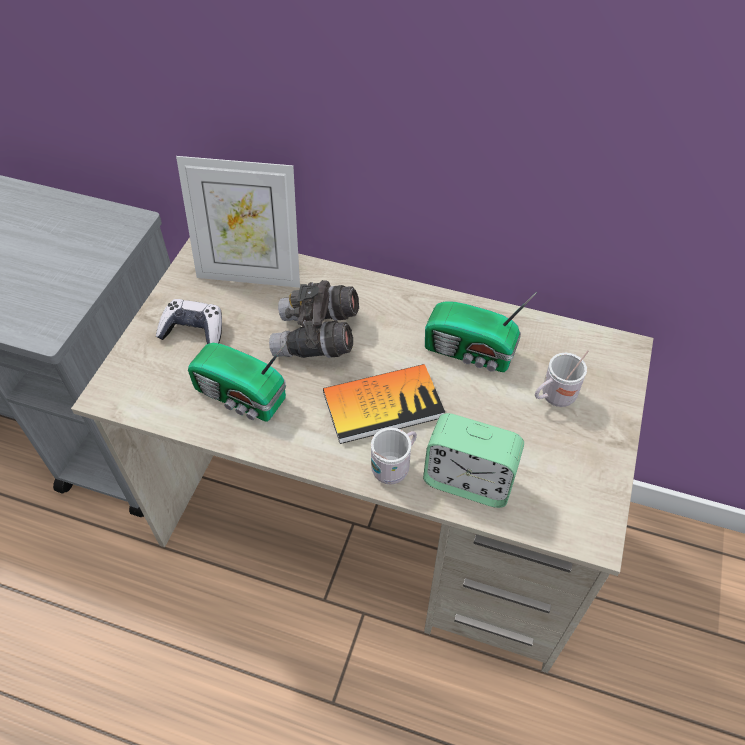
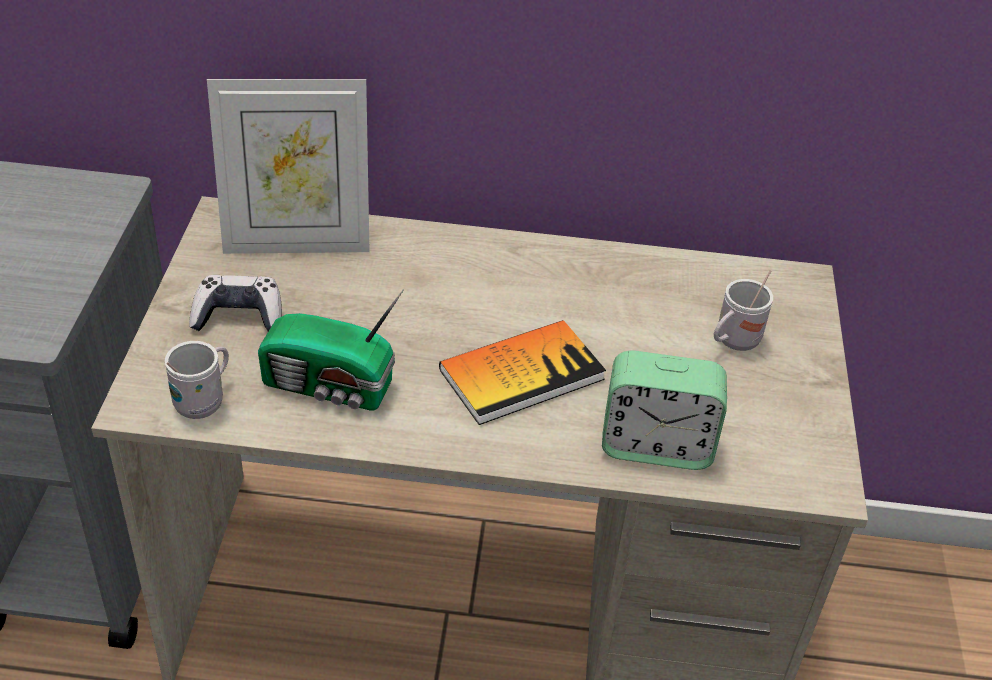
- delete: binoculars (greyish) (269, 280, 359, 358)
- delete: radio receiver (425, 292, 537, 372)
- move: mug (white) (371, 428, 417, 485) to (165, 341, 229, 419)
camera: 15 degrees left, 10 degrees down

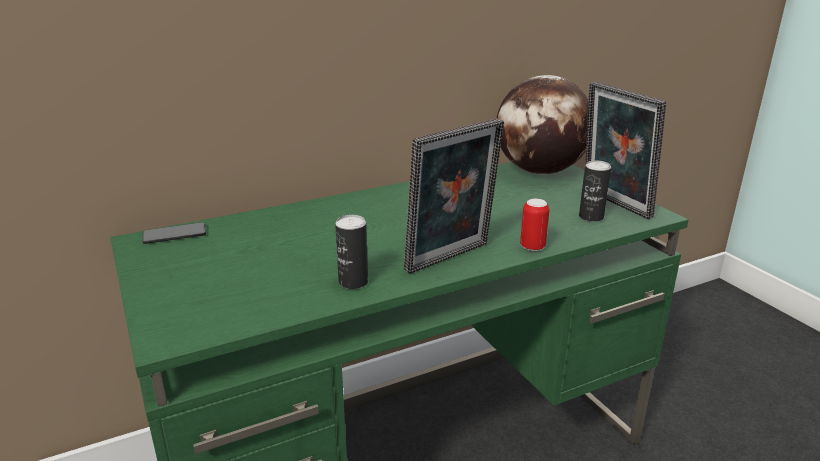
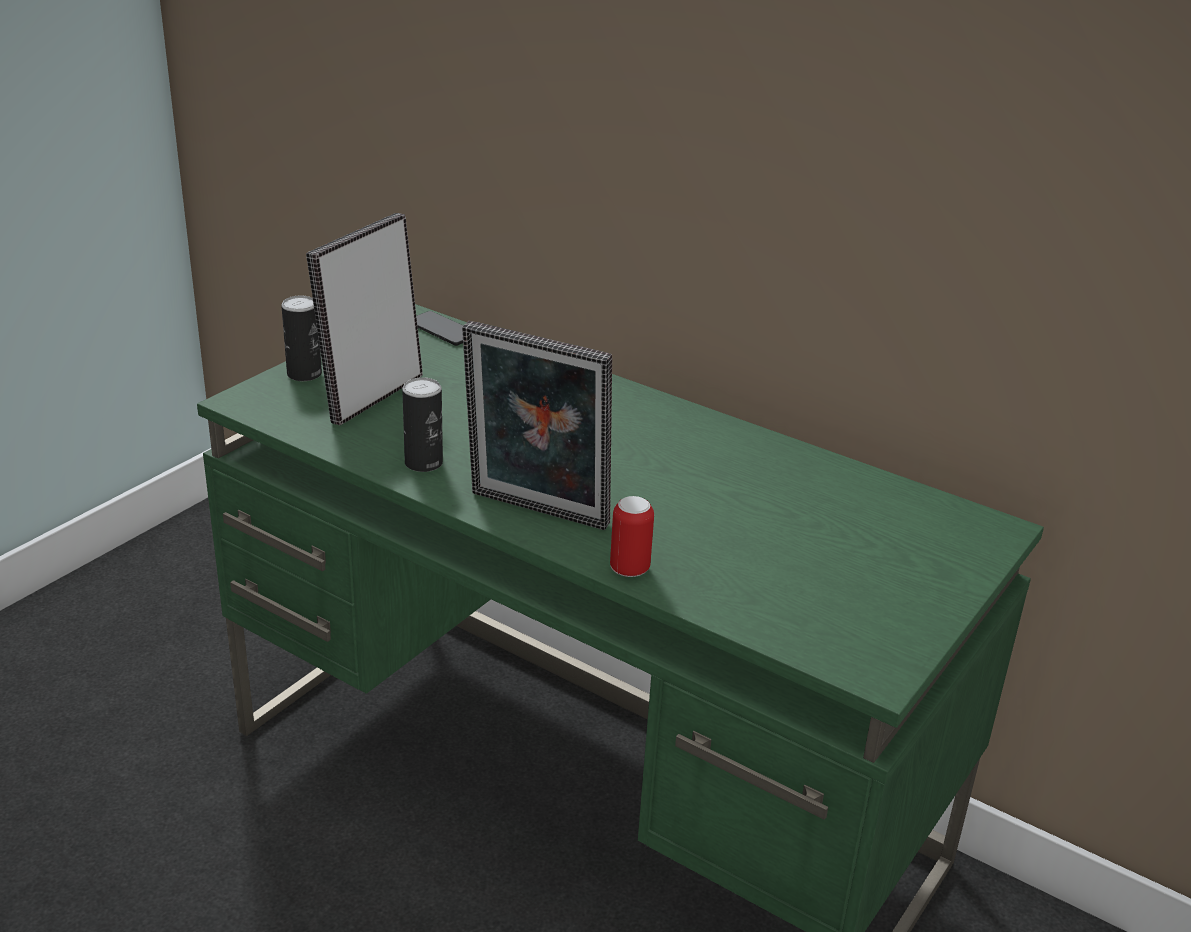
- delete: desk globe (497, 75, 589, 174)
- move: sealed can (579, 160, 611, 222) to (281, 296, 322, 381)
- move: picture frame (585, 82, 666, 219) to (306, 213, 423, 425)
camera: 60 degrees right, 5 degrees up

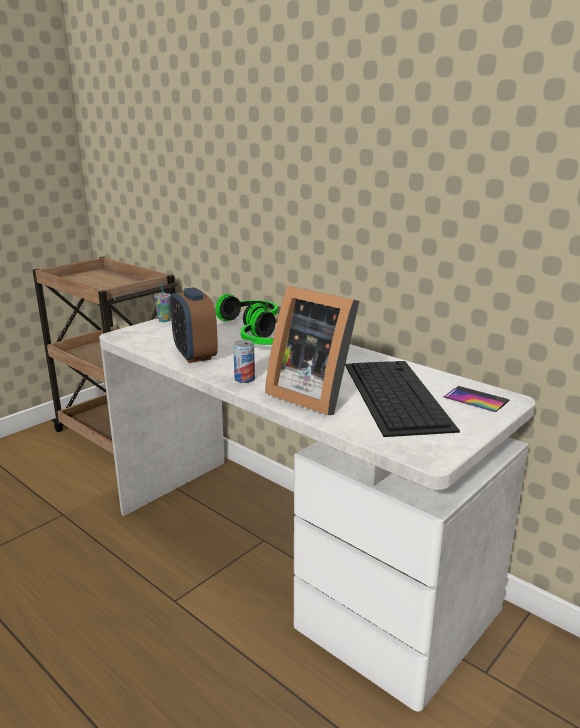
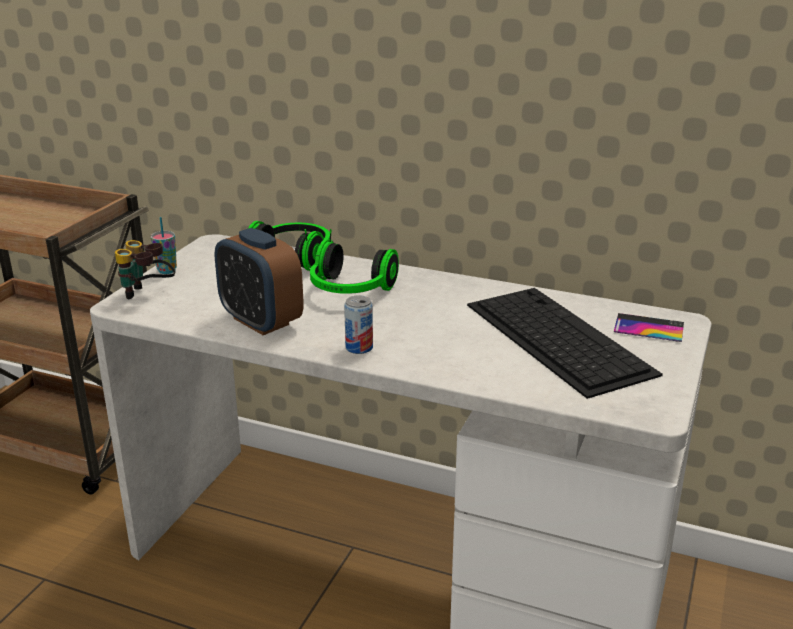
- delete: picture frame (265, 286, 359, 415)
- insert: binoculars (115, 240, 176, 299)
camera: 20 degrees left, 5 degrees up

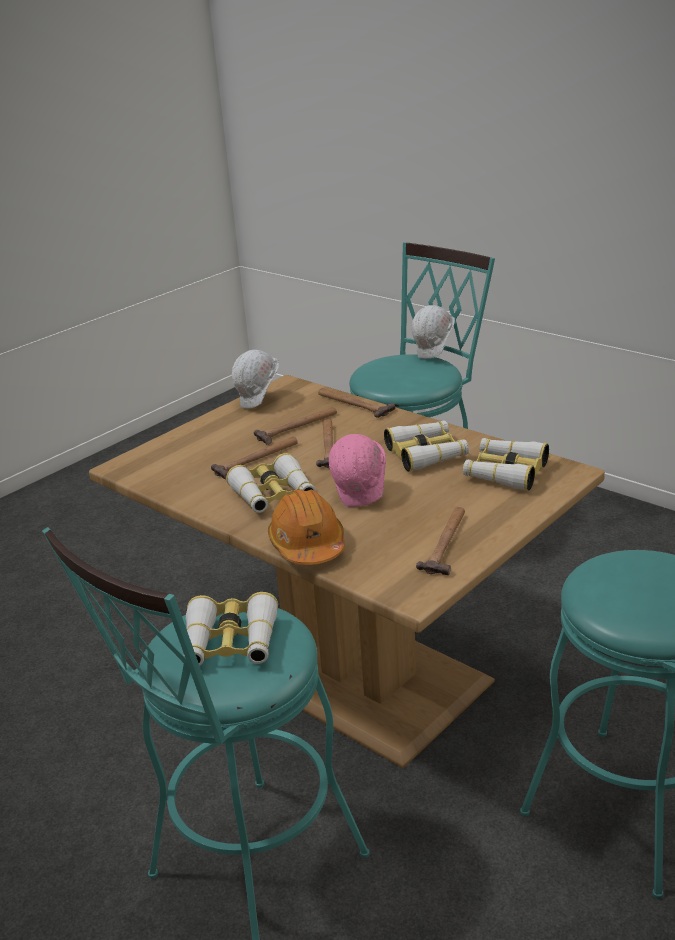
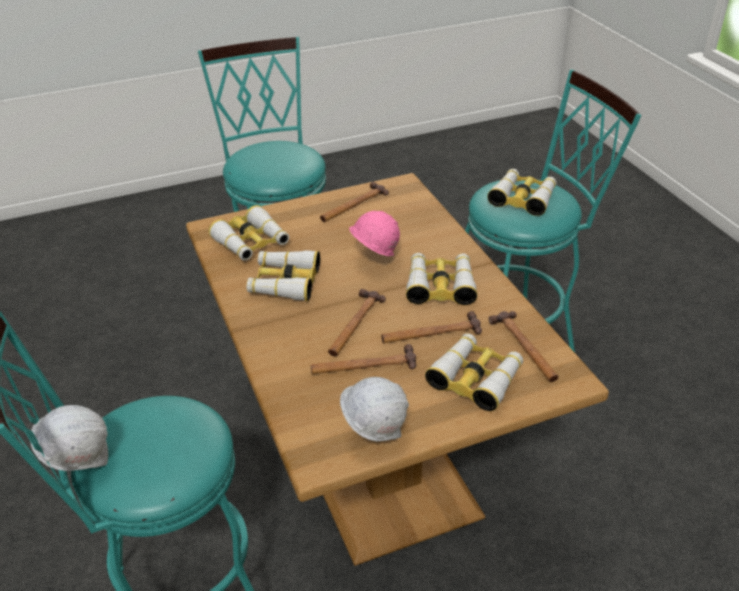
- delete: safety helmet (orangey) (268, 489, 344, 565)
- insert: binoculars (425, 333, 523, 411)
- move: hammer (318, 388, 395, 418) to (488, 311, 558, 382)
camera: 155 degrees left, 10 degrees up

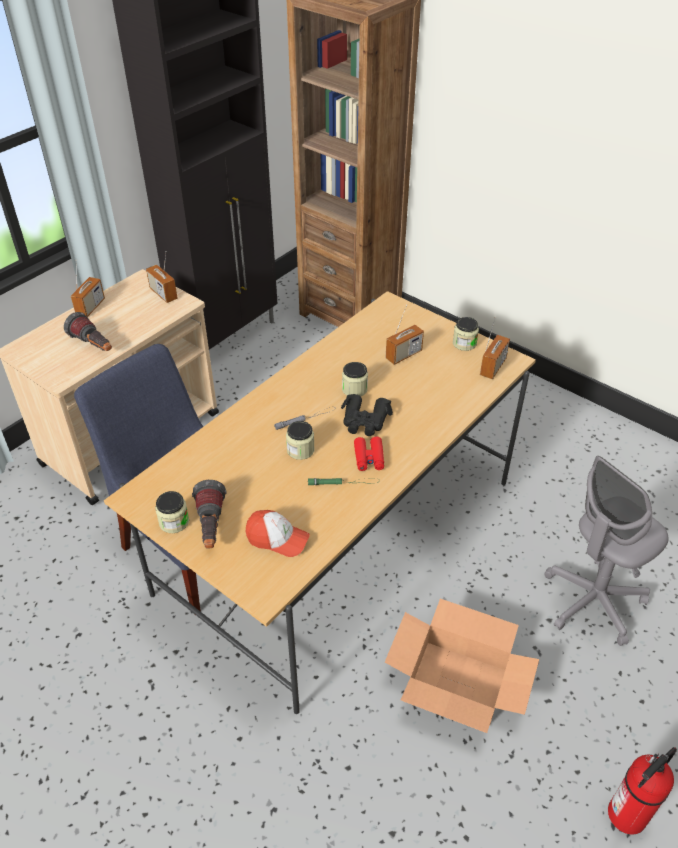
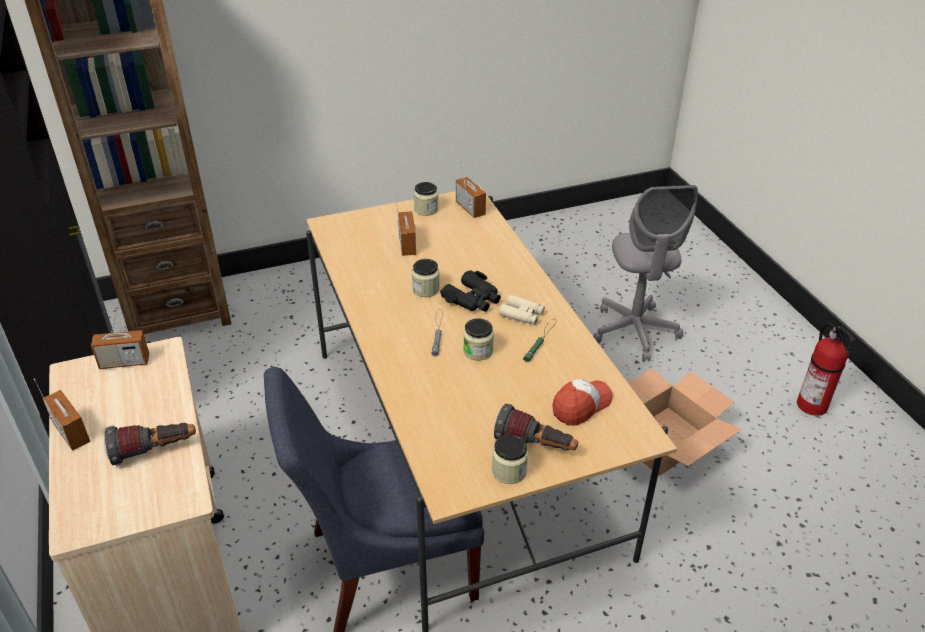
- recolor: binoculars (reddish) (354, 437, 384, 471) to binoculars (beige-coloured) (499, 295, 545, 325)
camera: 60 degrees left, 5 degrees down

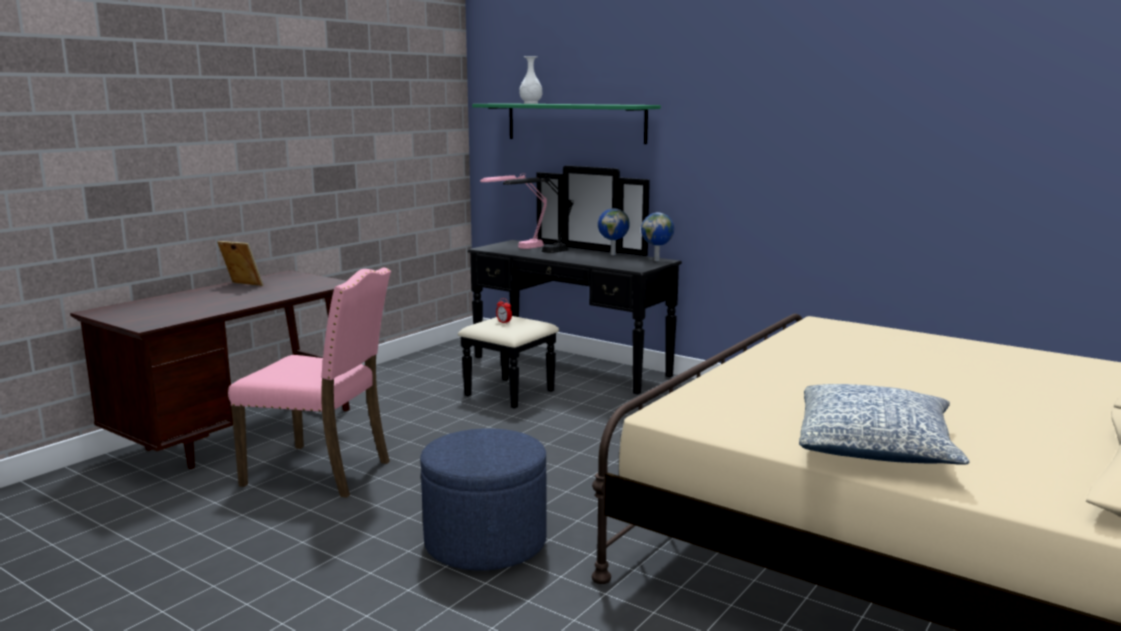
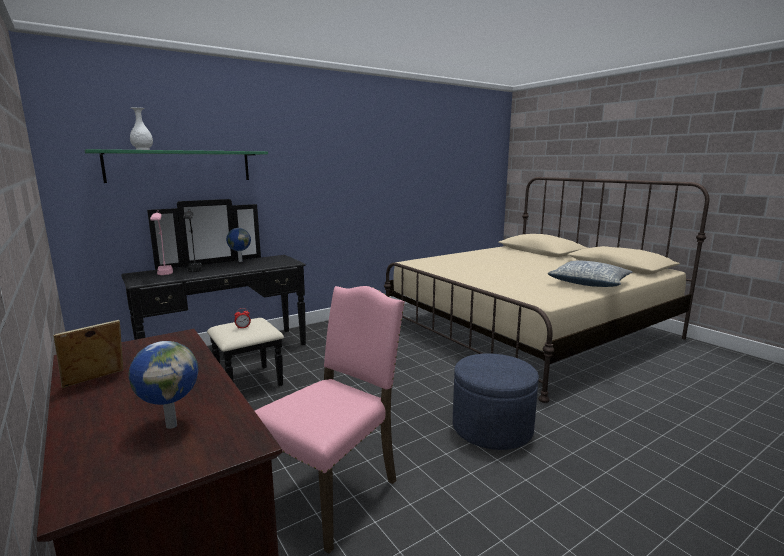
- move: desk globe (641, 213, 674, 261) to (129, 341, 198, 429)
camera: 70 degrees left, 0 degrees up

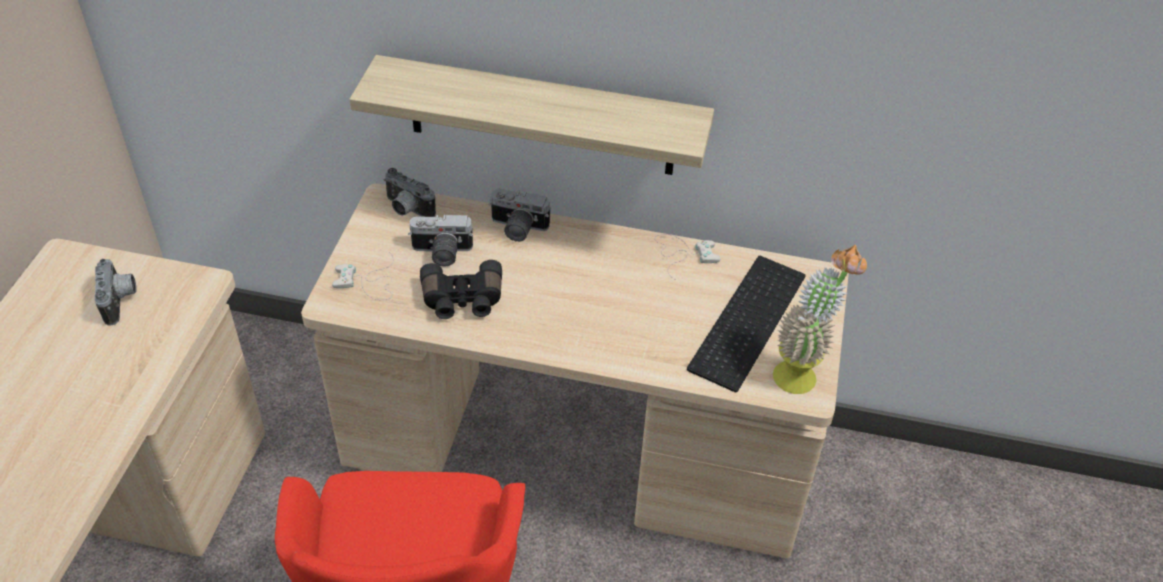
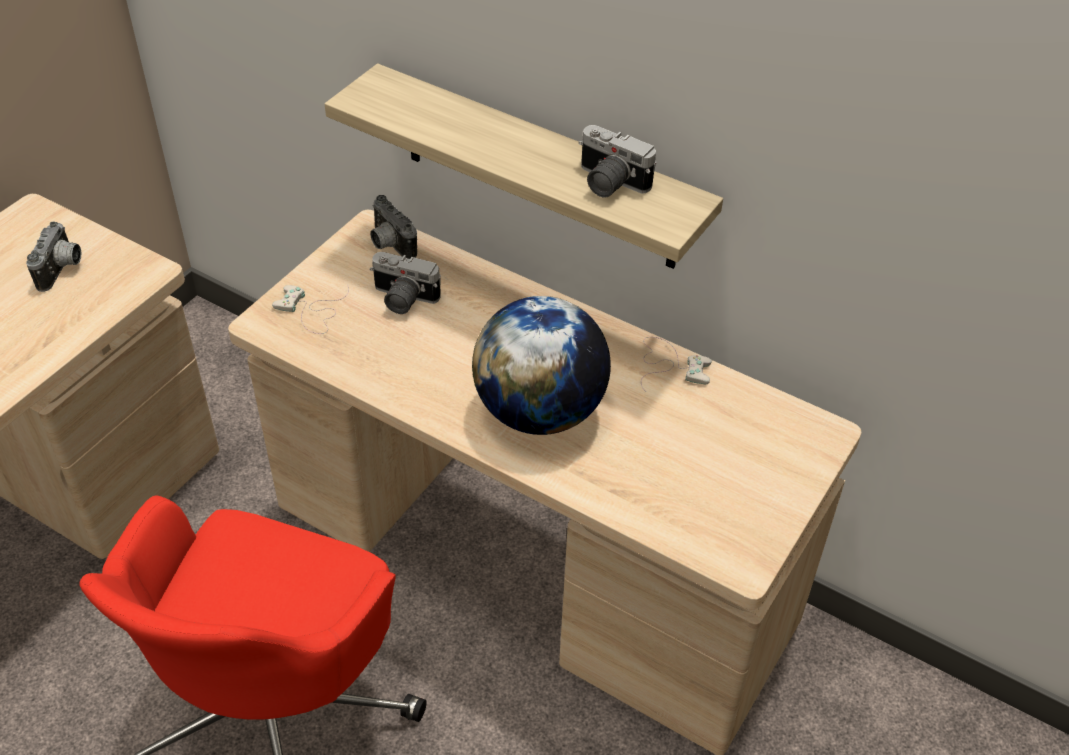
- delete: binoculars (black-coloured) (420, 260, 502, 319)
- delete: keyboard (687, 256, 806, 392)
- delete: potted plant (773, 245, 867, 394)
- insert: desk globe (472, 296, 611, 435)
- move: photo camera (488, 189, 551, 242) to (578, 125, 656, 198)
camera: 20 degrees right, 0 degrees up

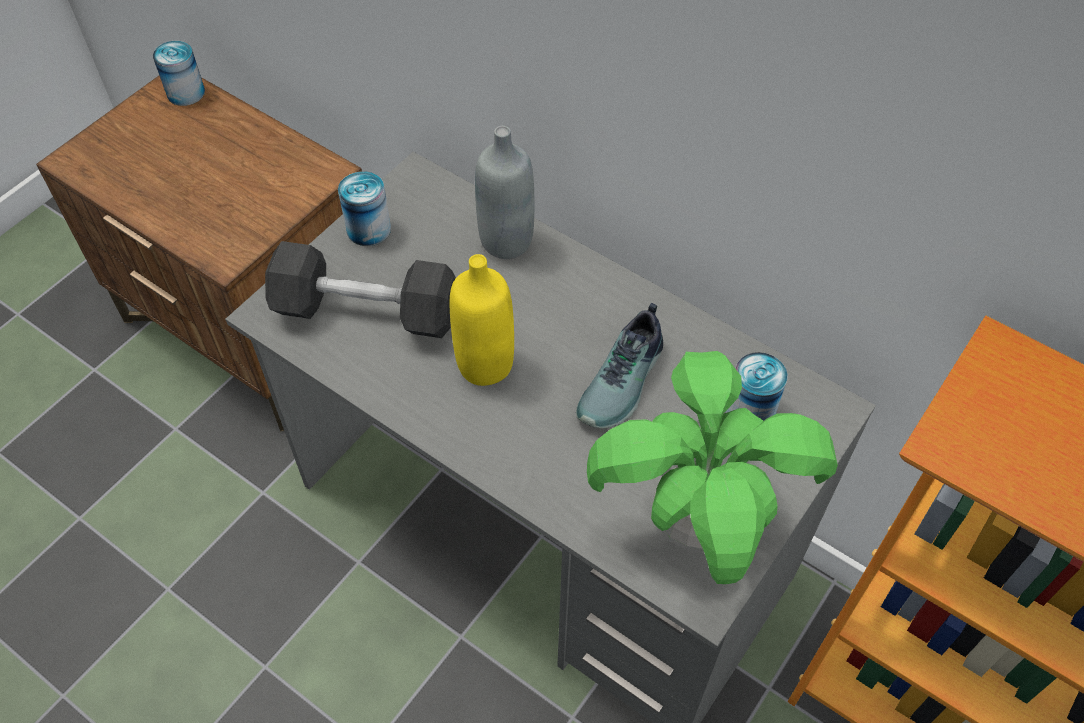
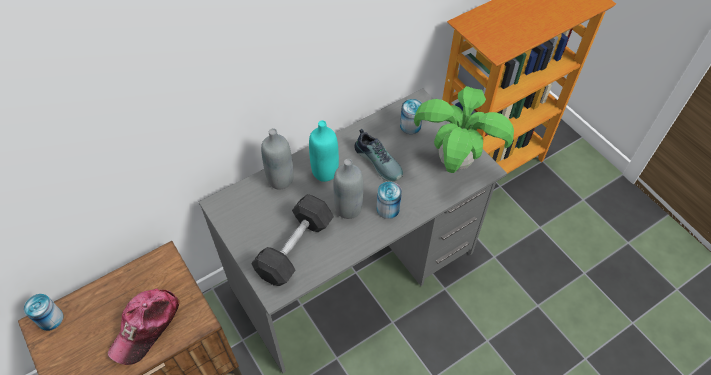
- insert: baseball cap (108, 288, 180, 365)
- insert: bottle (turquoise) (309, 120, 339, 182)
- move: sealed can (338, 171, 391, 246) to (377, 182, 402, 219)
- recolor: bottle (yellowish) (450, 254, 514, 386) to bottle (greyish) (333, 159, 363, 219)
camera: 70 degrees left, 0 degrees up

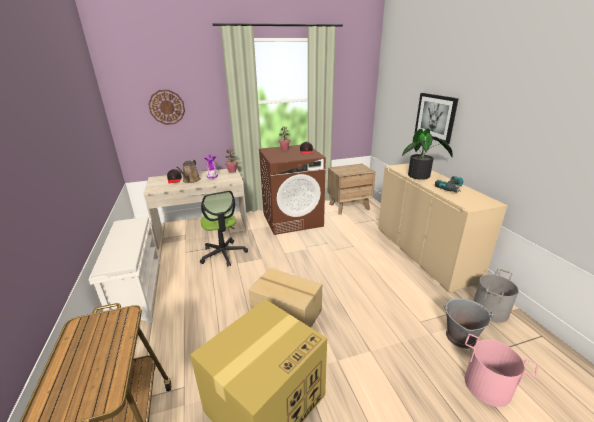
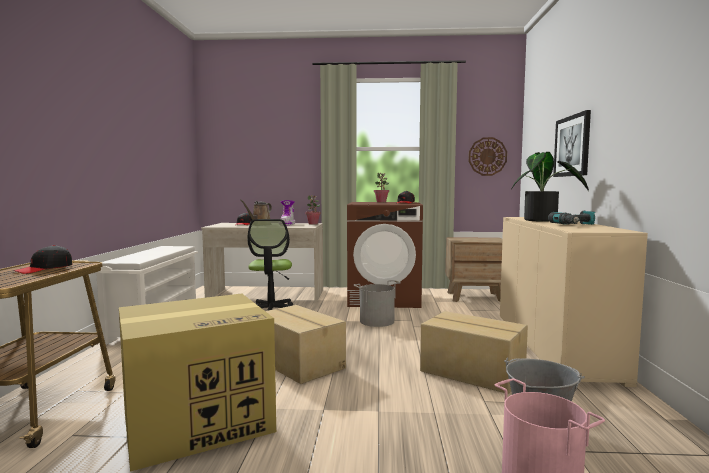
- insert: baseball cap (black-coloured) (13, 245, 72, 274)
- insert: cardboard box (420, 311, 528, 394)
- move: hanging clock (148, 90, 185, 125) to (469, 137, 507, 176)
- move: bucket (greyish) (473, 269, 519, 323) to (354, 280, 401, 327)
camera: 20 degrees right, 20 degrees down

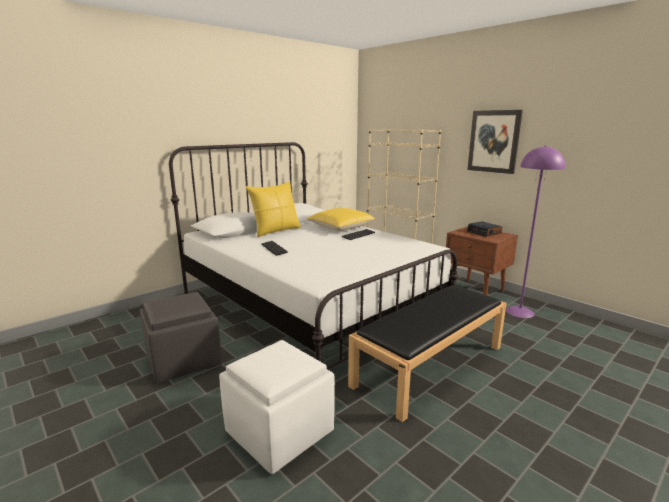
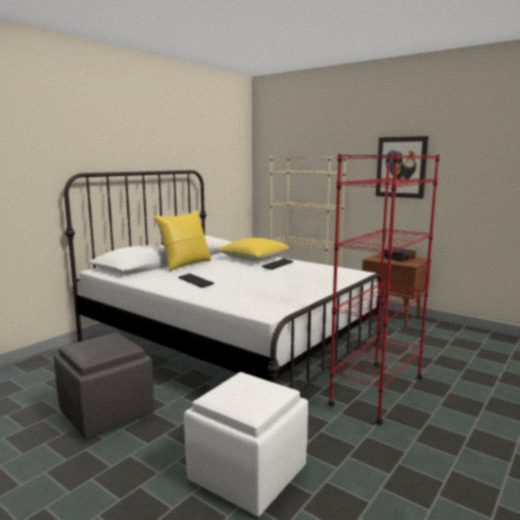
- delete: floor lamp (purple) (506, 146, 565, 318)
- replace: bench (black-coloured) (348, 285, 506, 422) to bookshelf (reddish) (328, 154, 440, 425)
camera: 10 degrees left, 5 degrees down

